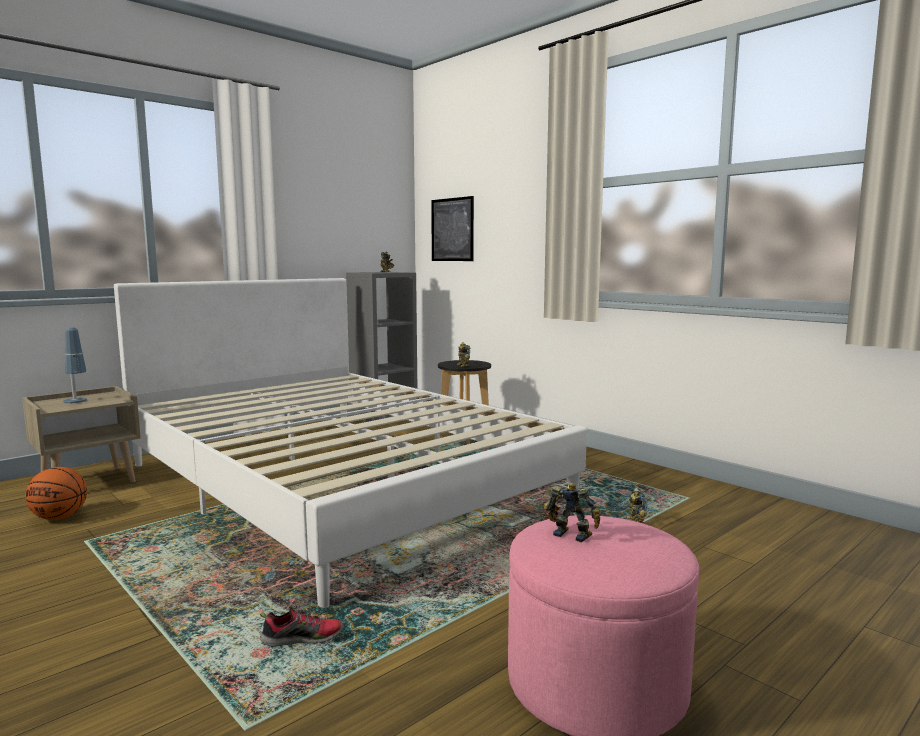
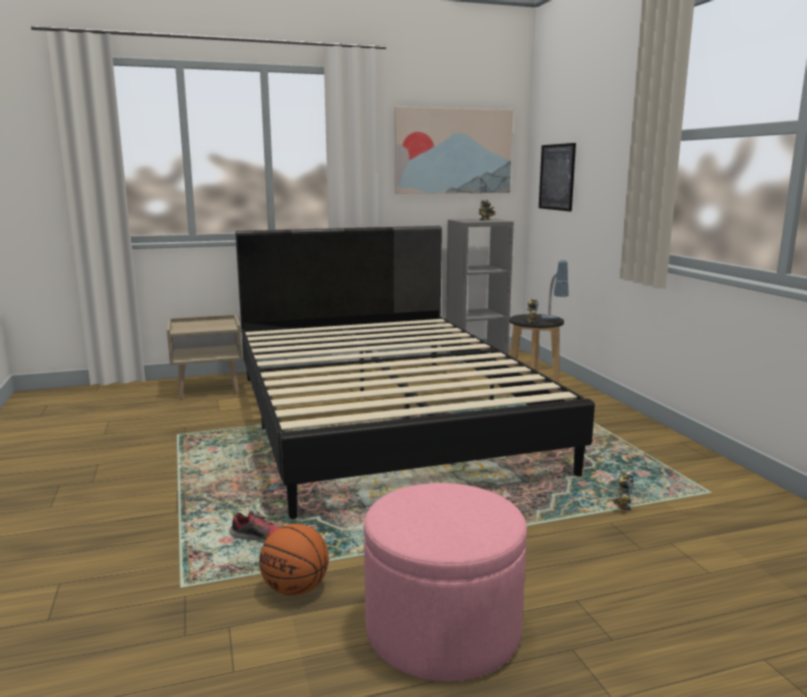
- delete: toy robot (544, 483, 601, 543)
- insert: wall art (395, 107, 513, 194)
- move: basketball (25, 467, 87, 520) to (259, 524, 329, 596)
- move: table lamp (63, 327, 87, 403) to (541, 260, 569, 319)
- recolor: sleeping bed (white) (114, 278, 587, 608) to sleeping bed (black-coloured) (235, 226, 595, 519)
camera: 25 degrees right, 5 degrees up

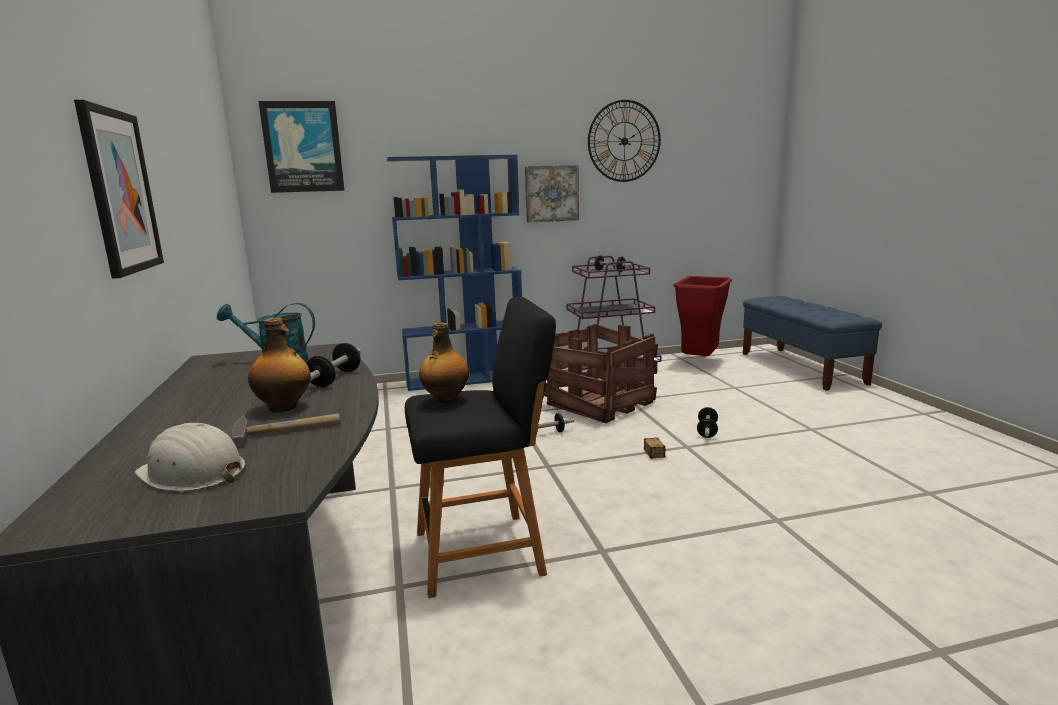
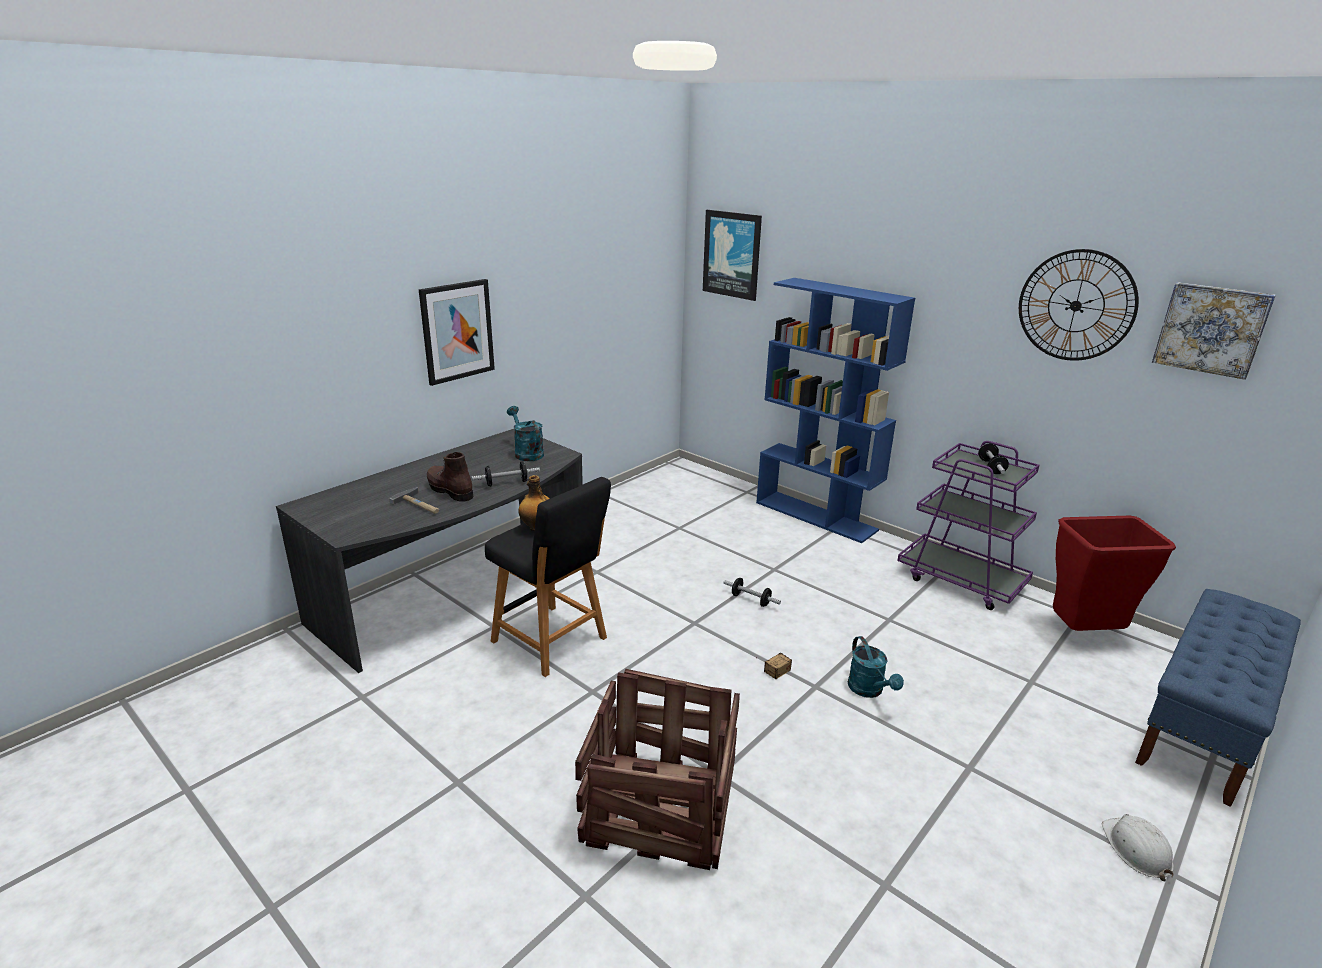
- move: safety helmet (white) (135, 423, 245, 492) to (1102, 814, 1174, 881)
- move: wall art (525, 165, 579, 223) to (1152, 282, 1276, 380)
- move: crate (544, 324, 658, 423) to (575, 669, 740, 870)
- replace: bottle (248, 318, 311, 412) to high-top boot (brown-coloured) (427, 452, 473, 502)
- replace: free weight (697, 407, 718, 438) to watering pot (turquoise) (848, 636, 904, 698)
camera: 55 degrees right, 10 degrees up

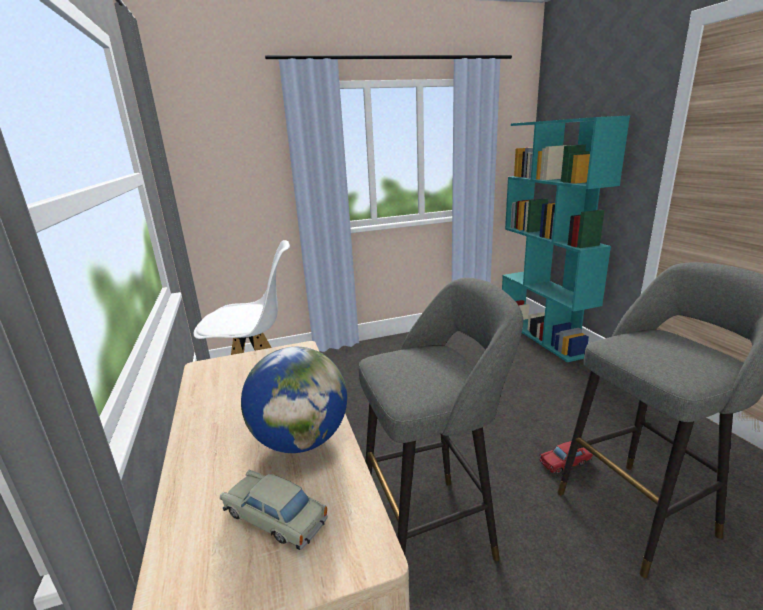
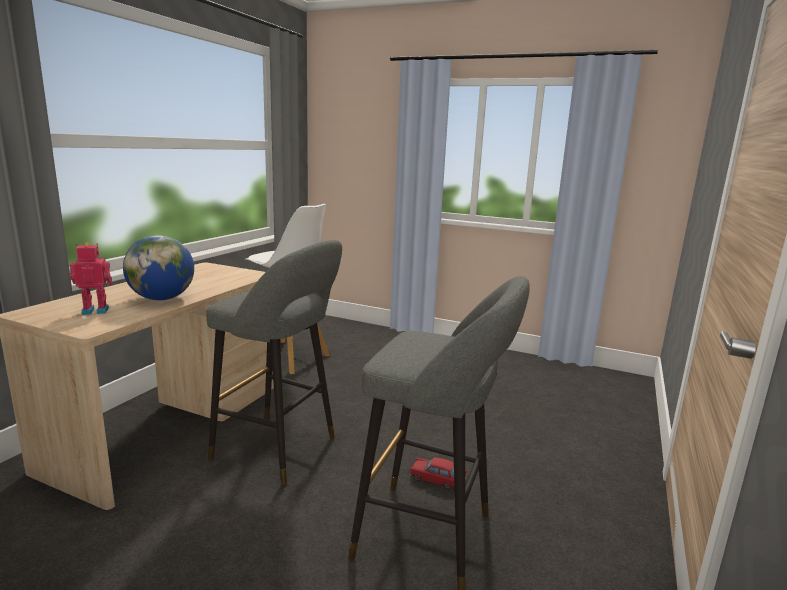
- delete: bookshelf (turquoise) (502, 116, 630, 362)
- replace: miniature car (beige-coloured) (220, 470, 327, 550) to toy robot (70, 243, 112, 315)
camera: 40 degrees right, 5 degrees down

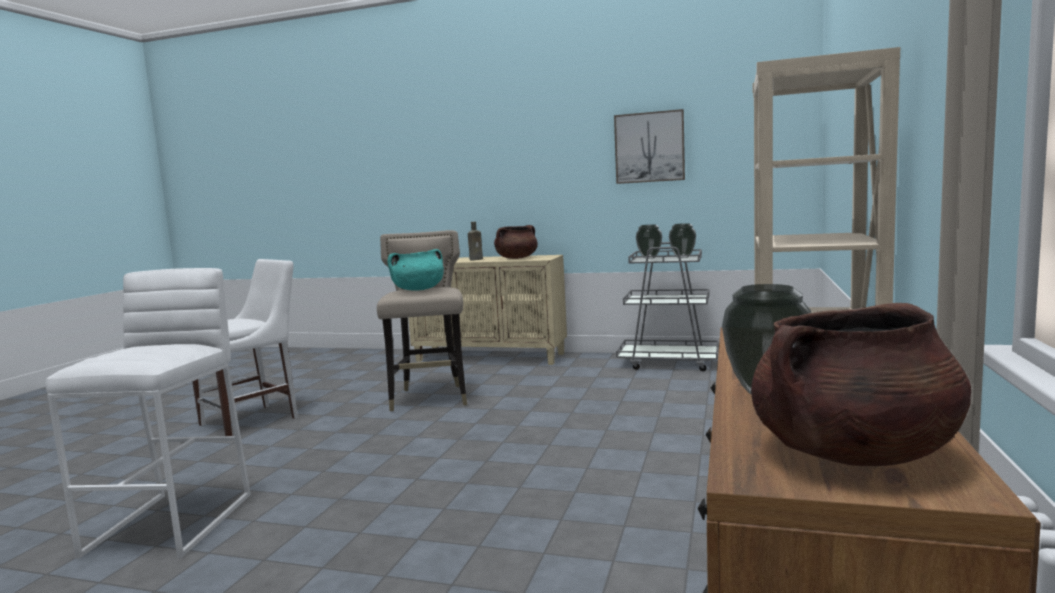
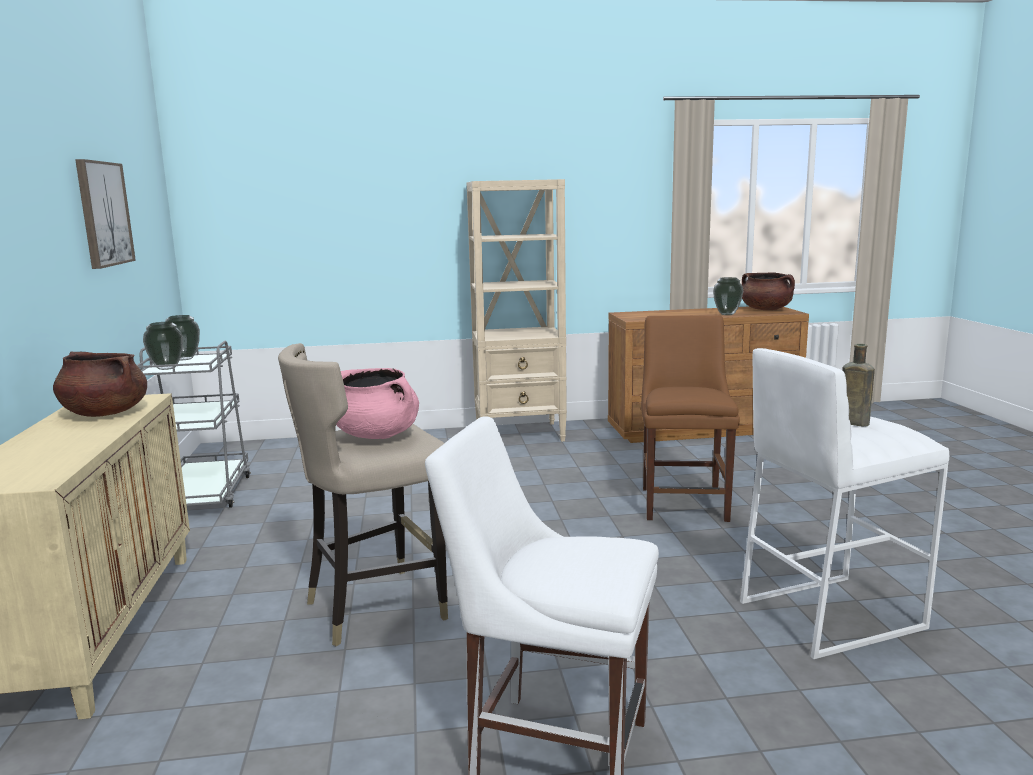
- insert: upright chair (brown-coloured) (641, 315, 740, 522)
- move: bottle (brown-coloured) (468, 222, 483, 260) to (842, 344, 875, 426)
- recolor: stockpot (turquoise) (388, 249, 444, 290) to stockpot (pinkish) (336, 368, 419, 439)
camera: 115 degrees left, 5 degrees up

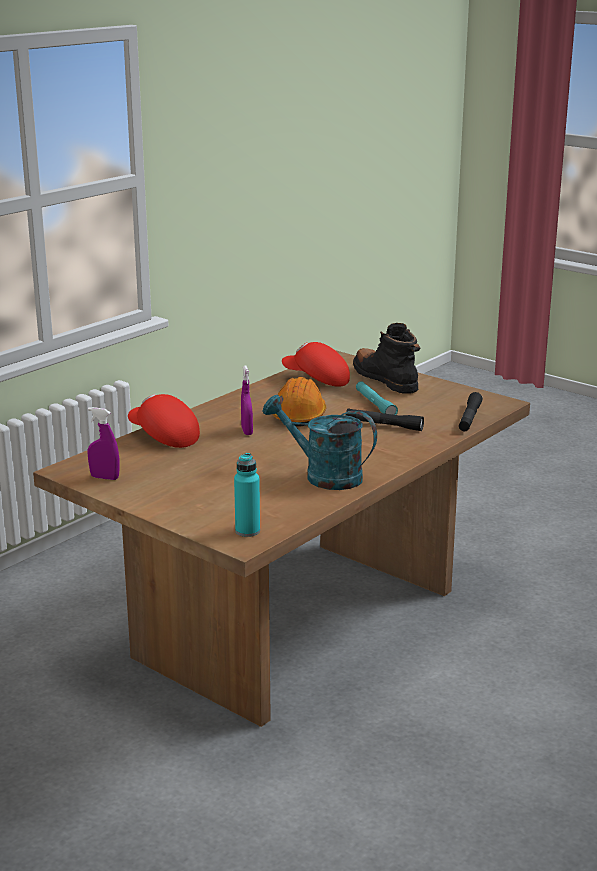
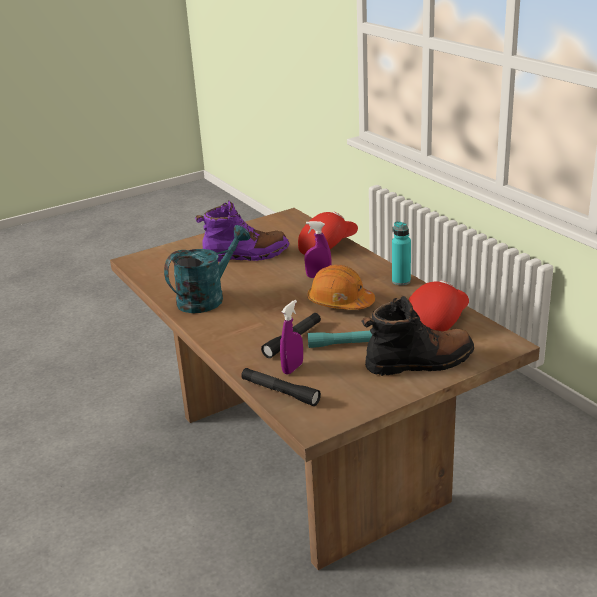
- insert: high-top boot (purple) (195, 200, 290, 262)
- move: spray bottle (purple) (88, 407, 120, 480) to (280, 300, 303, 374)
- move: bottle (turquoise) (234, 453, 260, 537) to (392, 221, 411, 285)
camera: 110 degrees right, 5 degrees up

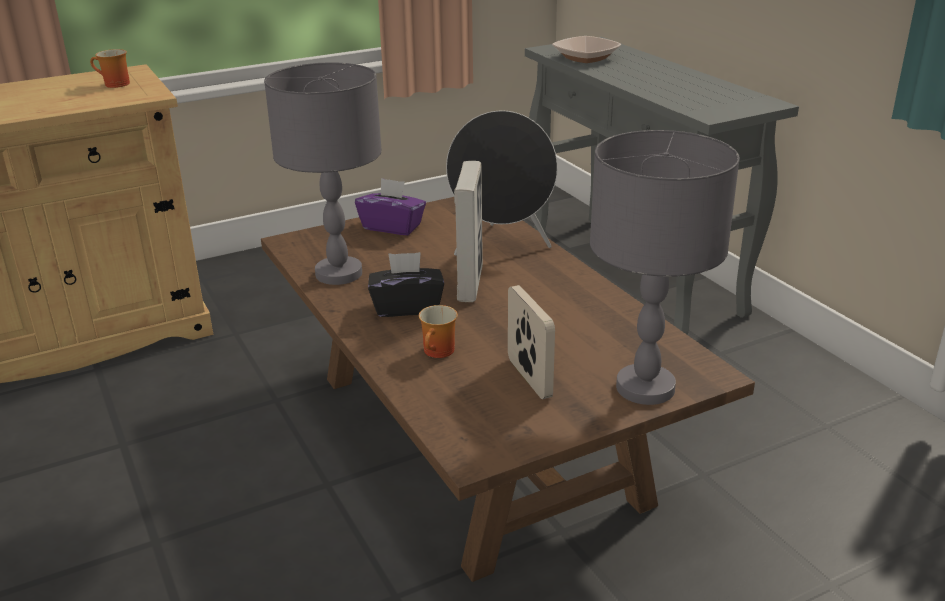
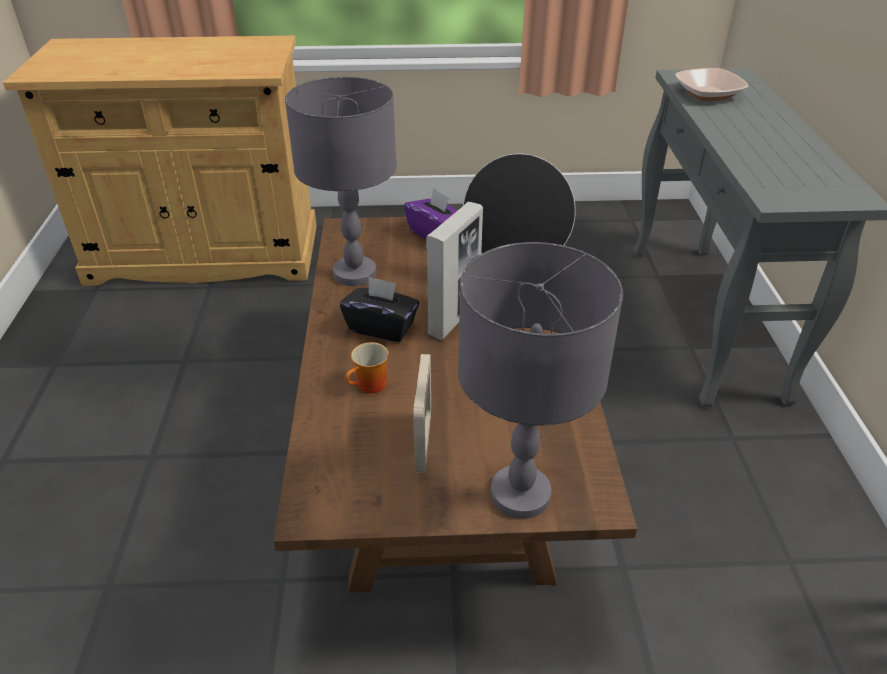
- delete: mug (90, 49, 130, 88)
camera: 25 degrees right, 10 degrees up

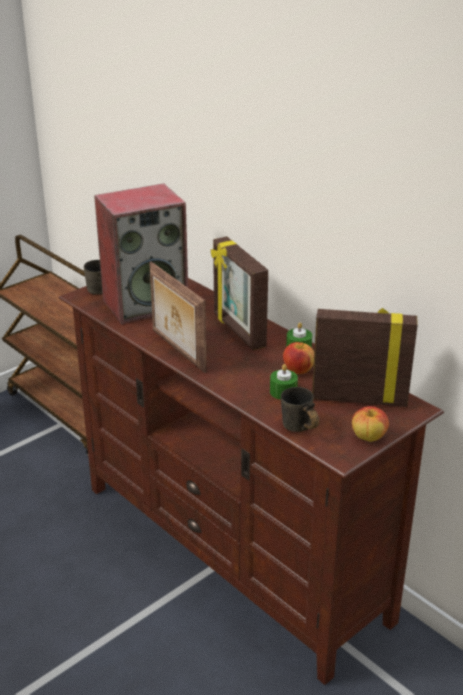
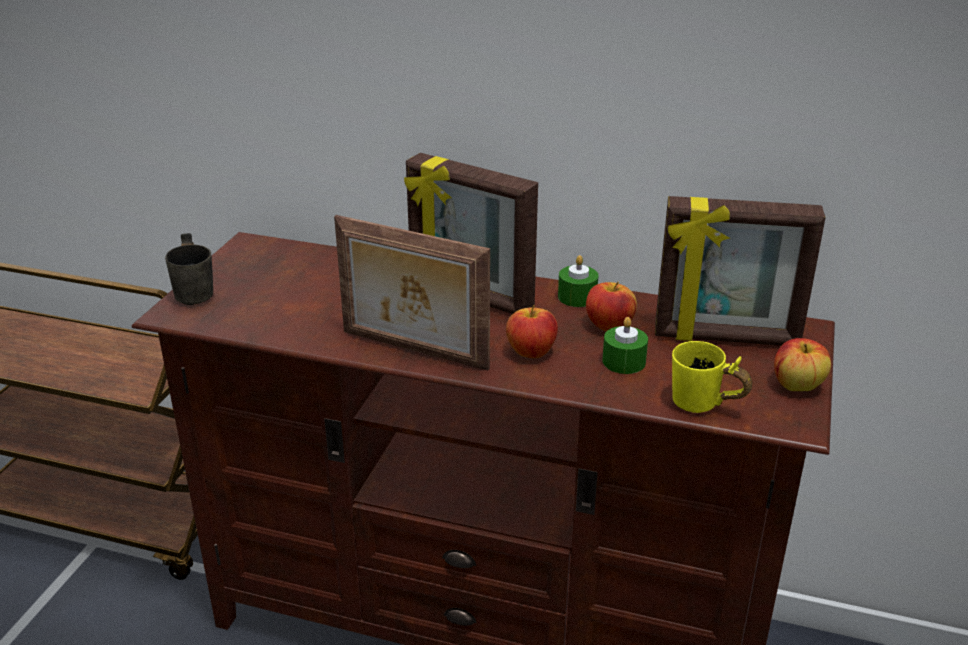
- delete: loudspeaker (94, 183, 188, 324)
- insert: whole apple (506, 305, 558, 358)
- recolor: mug (greyish) (281, 387, 319, 432) to mug (yellowish) (672, 341, 752, 413)
- rotate: picture frame (312, 308, 418, 407) = (655, 196, 826, 346) 150 degrees counterclockwise
camera: 30 degrees left, 0 degrees up

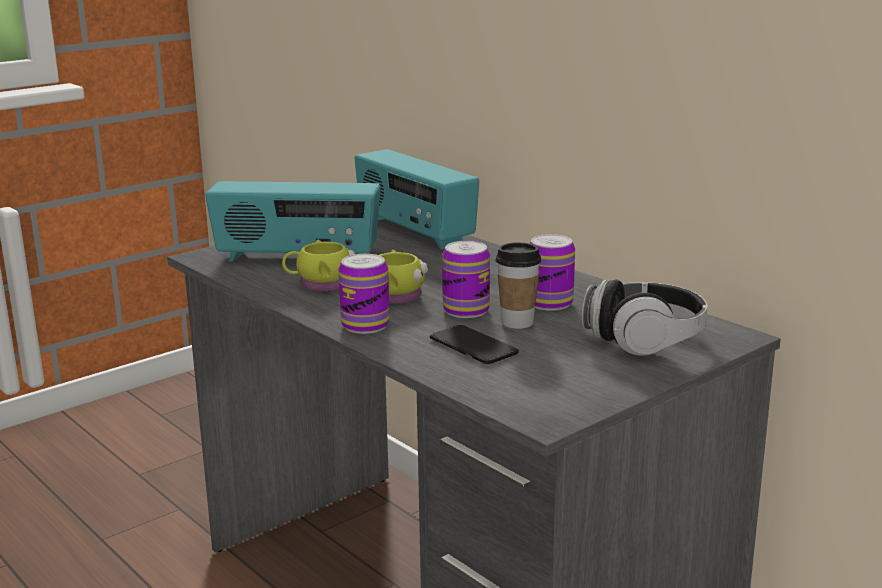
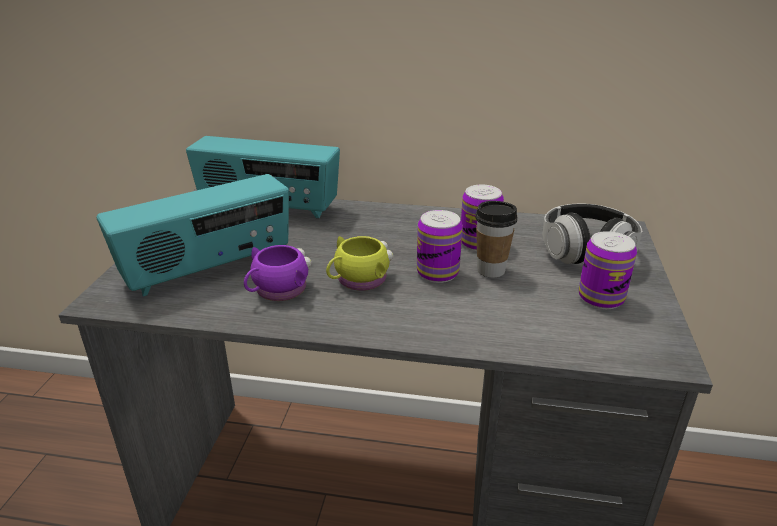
- delete: handset (430, 325, 519, 364)
- move: sealed can (339, 254, 390, 334) to (579, 231, 637, 309)
- recolor: mug (yellowish) (282, 240, 356, 291) to mug (purple) (244, 245, 312, 301)
camera: 40 degrees left, 10 degrees up

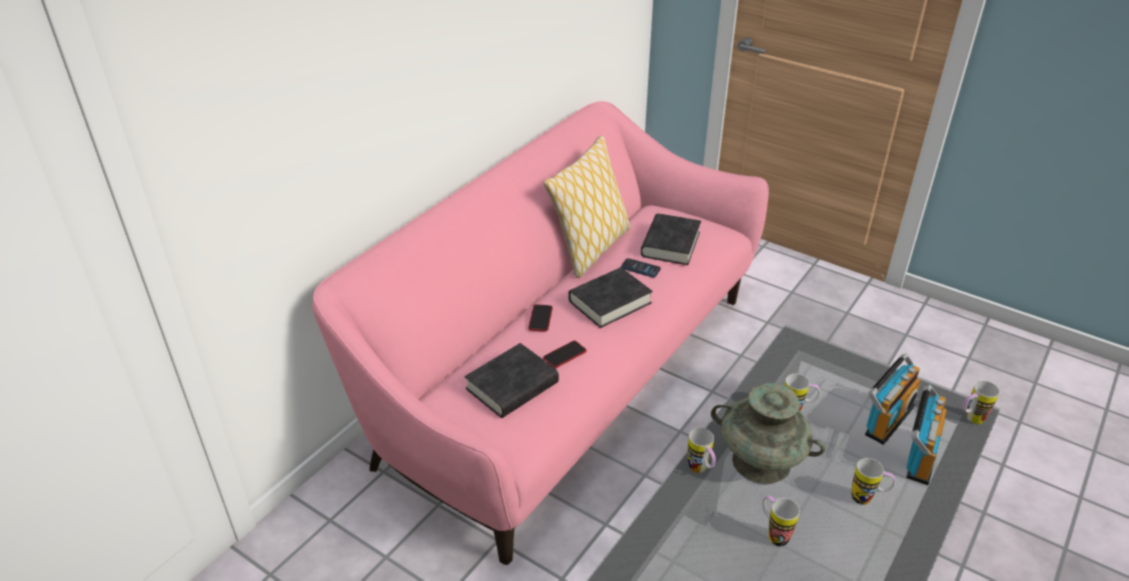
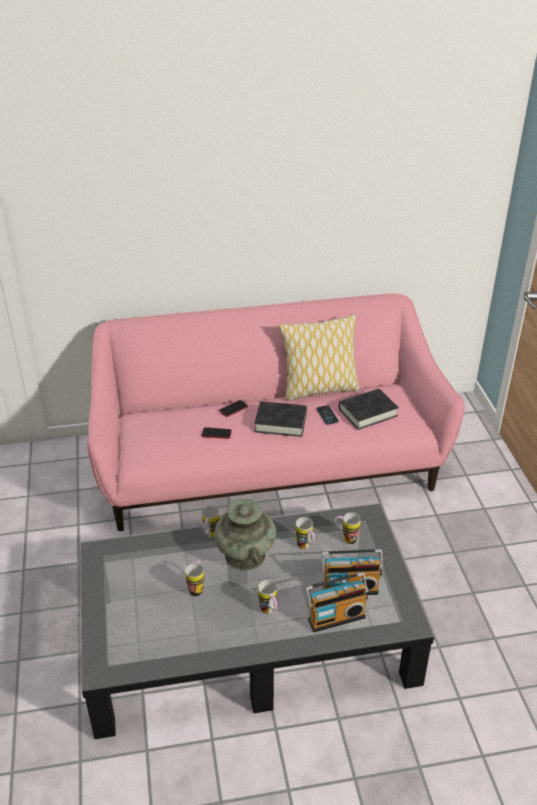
- delete: bound book (black-coloured) (465, 343, 559, 418)
- move: mug (963, 381, 1000, 424) to (335, 512, 361, 544)
camera: 45 degrees right, 0 degrees up

